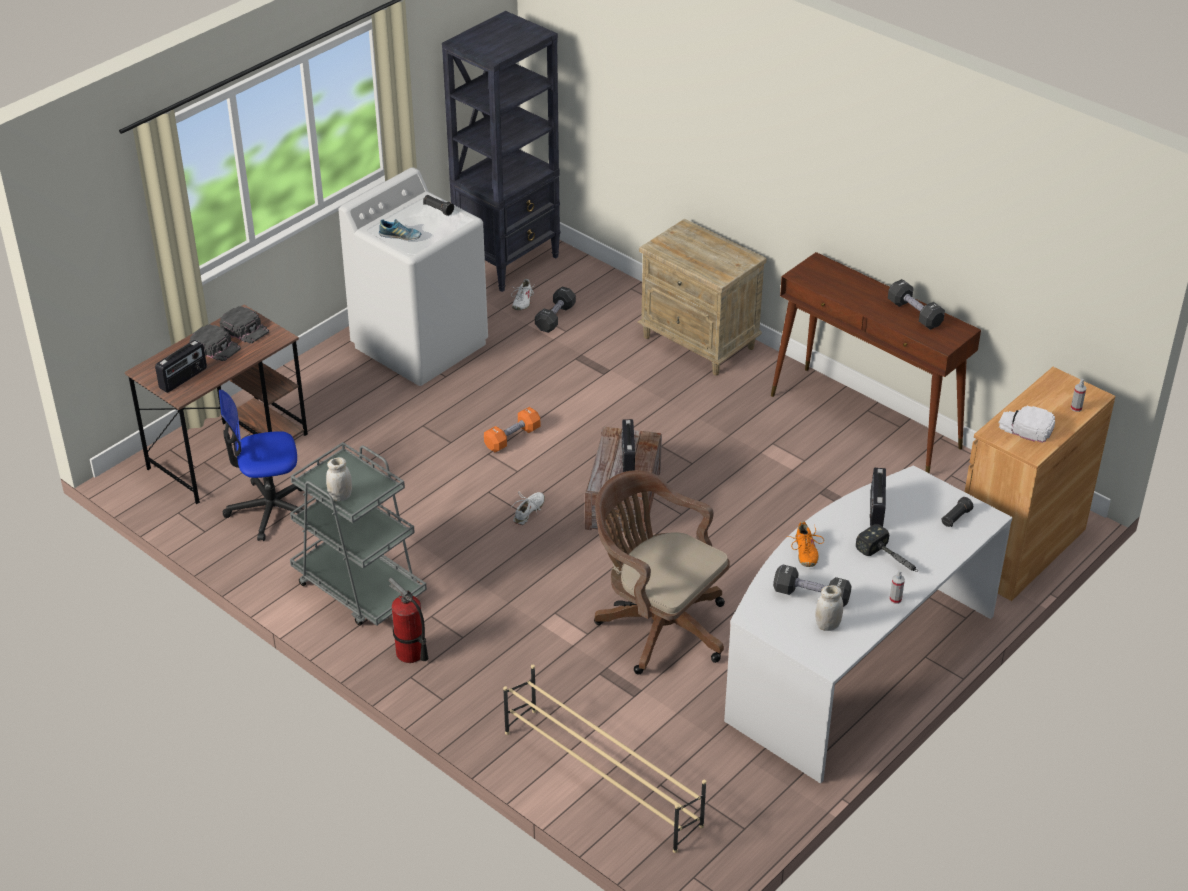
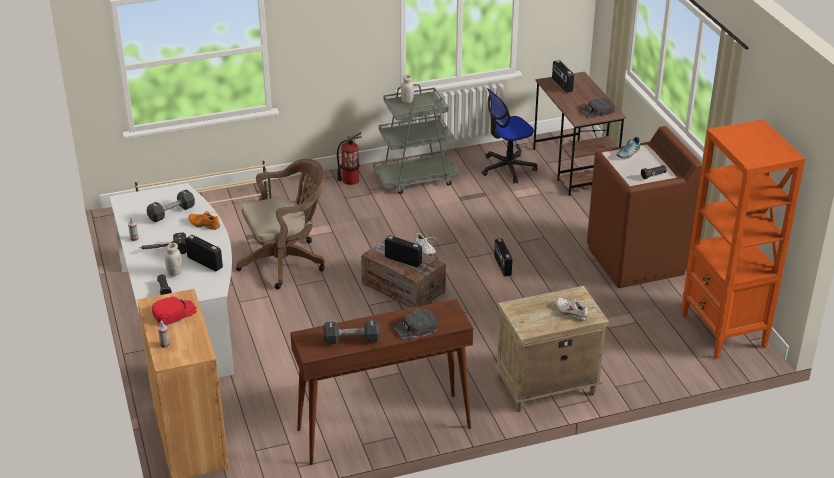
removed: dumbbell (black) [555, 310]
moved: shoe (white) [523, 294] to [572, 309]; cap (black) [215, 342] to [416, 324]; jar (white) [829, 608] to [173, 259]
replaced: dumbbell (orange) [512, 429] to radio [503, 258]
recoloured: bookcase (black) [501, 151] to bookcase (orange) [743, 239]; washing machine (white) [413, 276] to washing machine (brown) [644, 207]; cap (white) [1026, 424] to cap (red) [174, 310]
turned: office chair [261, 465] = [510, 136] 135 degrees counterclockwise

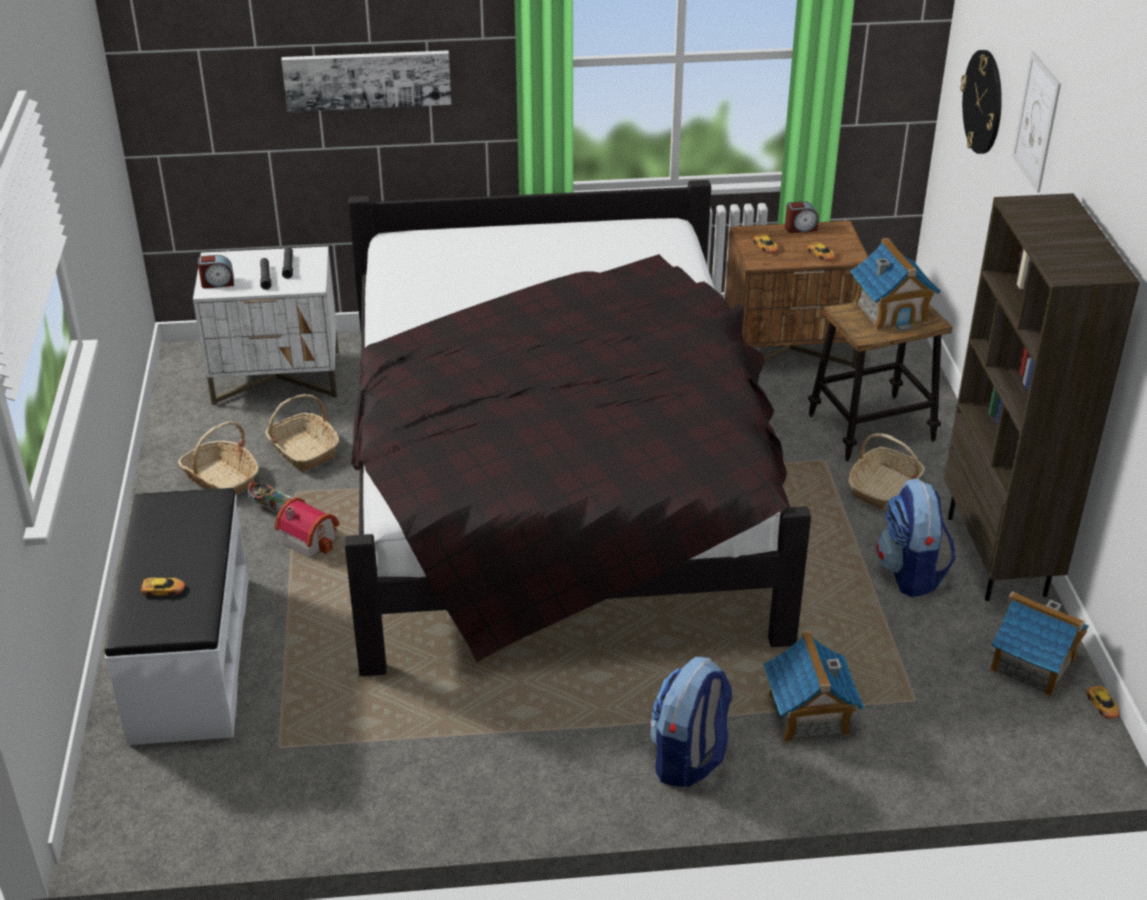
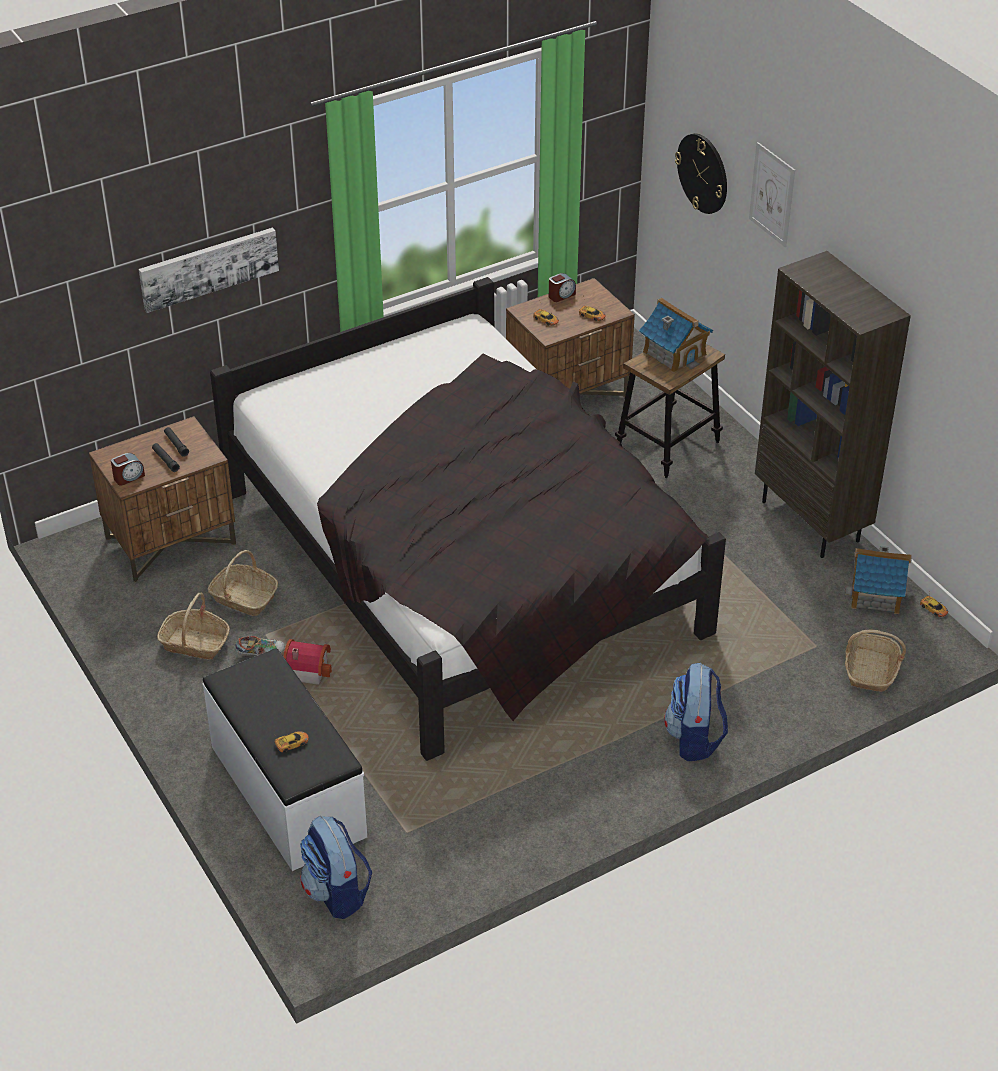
removed: toy house [814, 686]
moved: basket [886, 471] to [875, 660]; backpack [916, 537] to [336, 867]
recoloured: nightstand (white) [266, 326] to nightstand (brown) [162, 499]

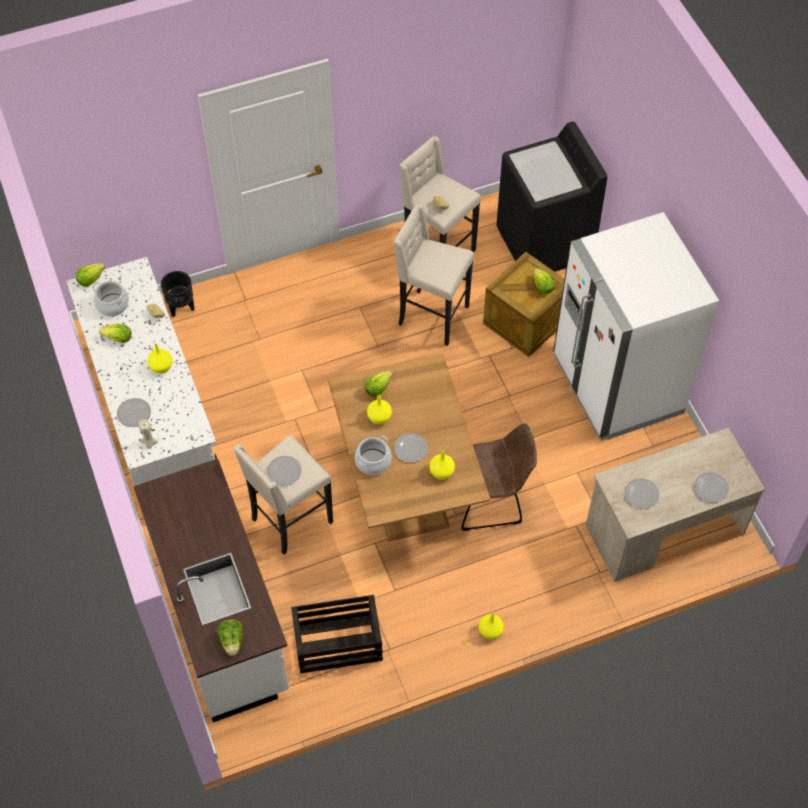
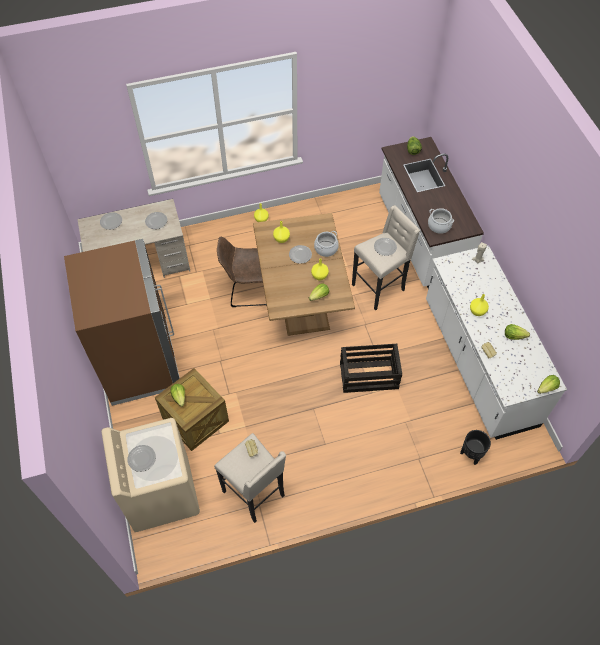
removed: stool (beige) [433, 275]
moved: cooking pot [110, 298] to [441, 221]; plate [134, 412] to [141, 458]; crate [337, 634] to [371, 368]
recoloured: washing machine (black) [552, 196] to washing machine (beige) [151, 475]; fridge (white) [636, 326] to fridge (brown) [122, 322]

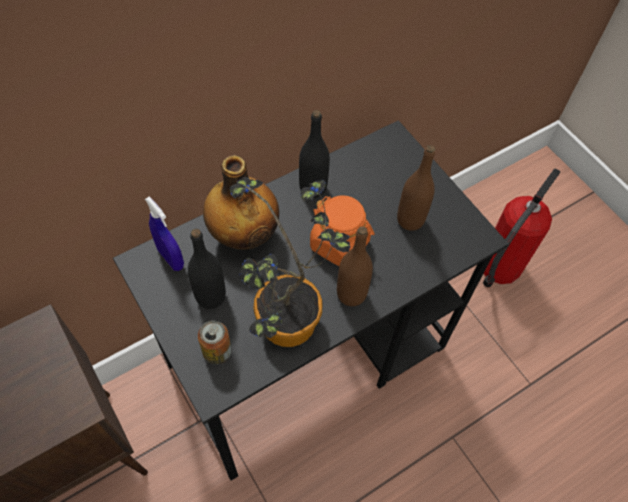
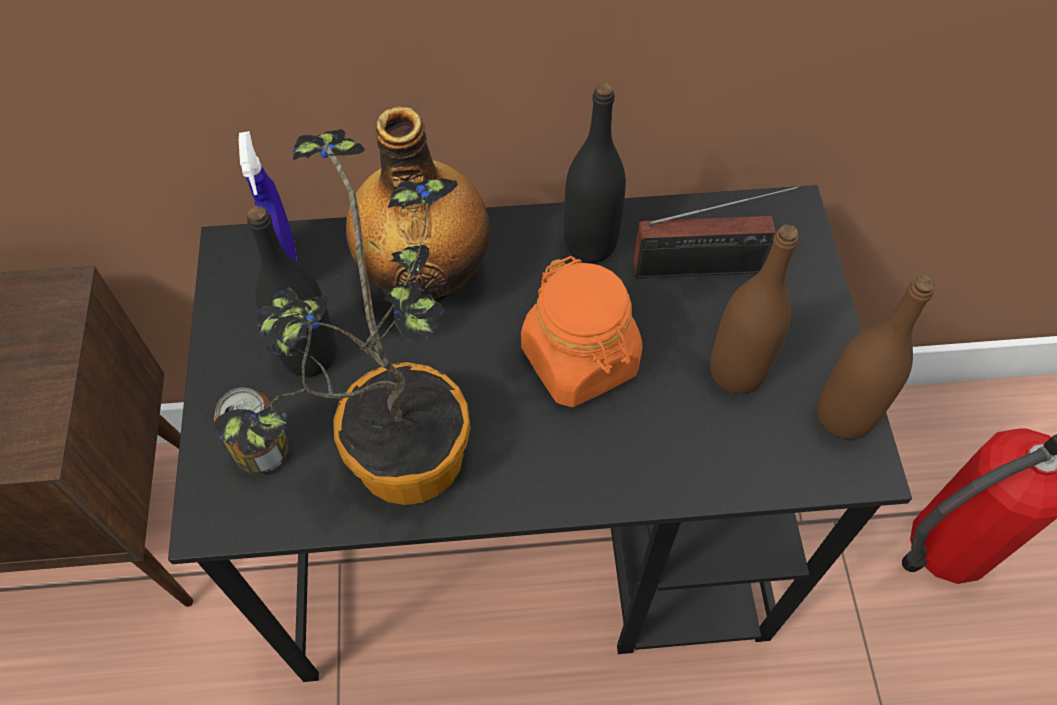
added: radio [717, 231]
moved: bottle (brown) [355, 266] to [875, 357]

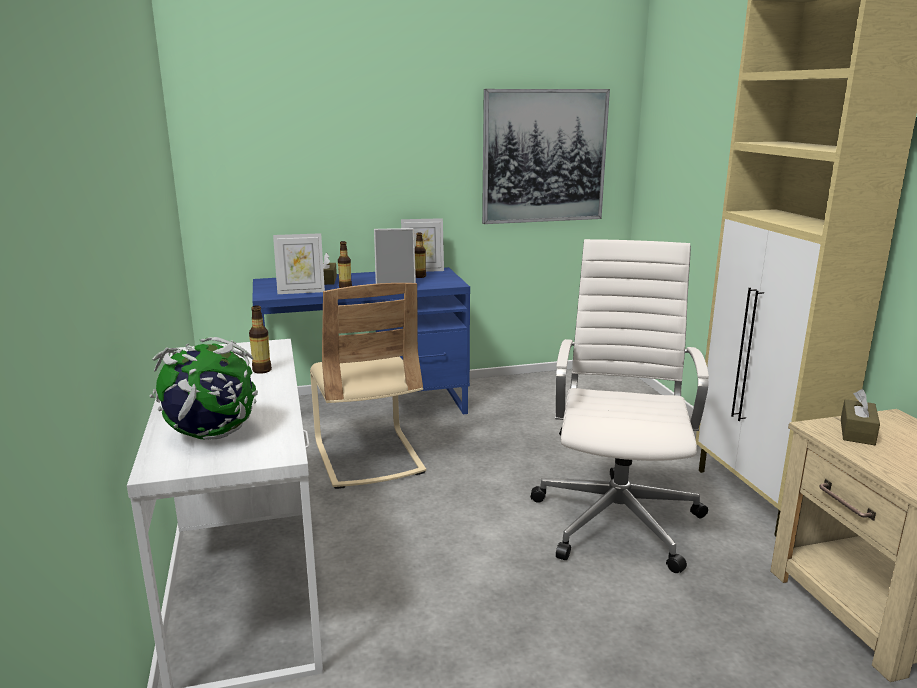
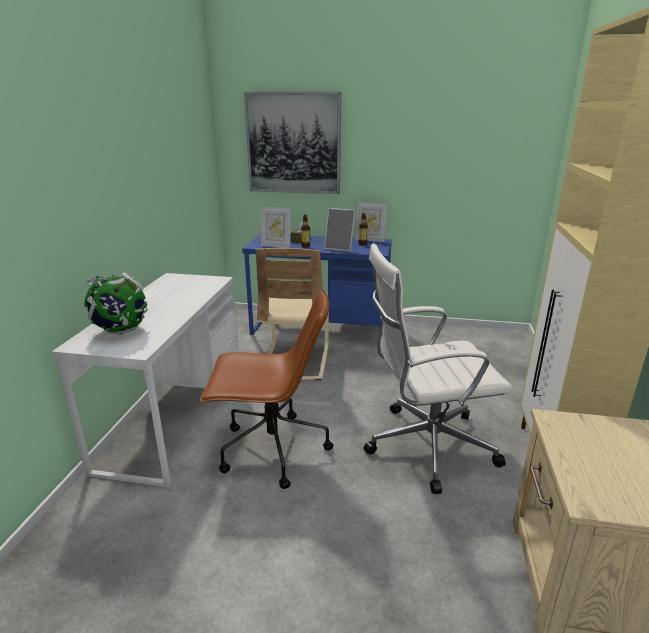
removed: bottle [260, 339]; tissue box (brown) [860, 417]
added: office chair (brown) [266, 389]
moved: picture [546, 156] to [292, 143]
turned: office chair (white) [620, 406] = [438, 368] 135 degrees counterclockwise

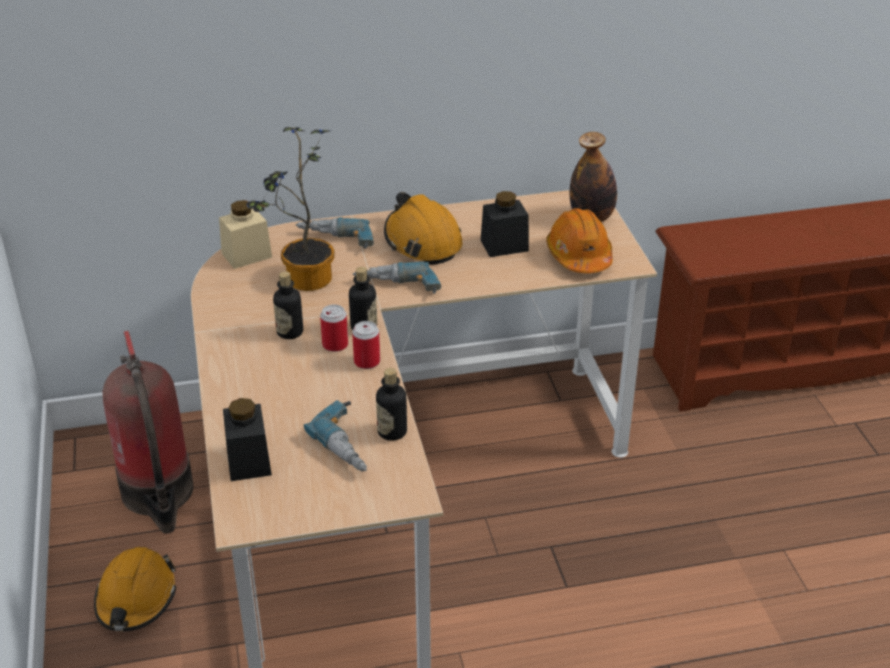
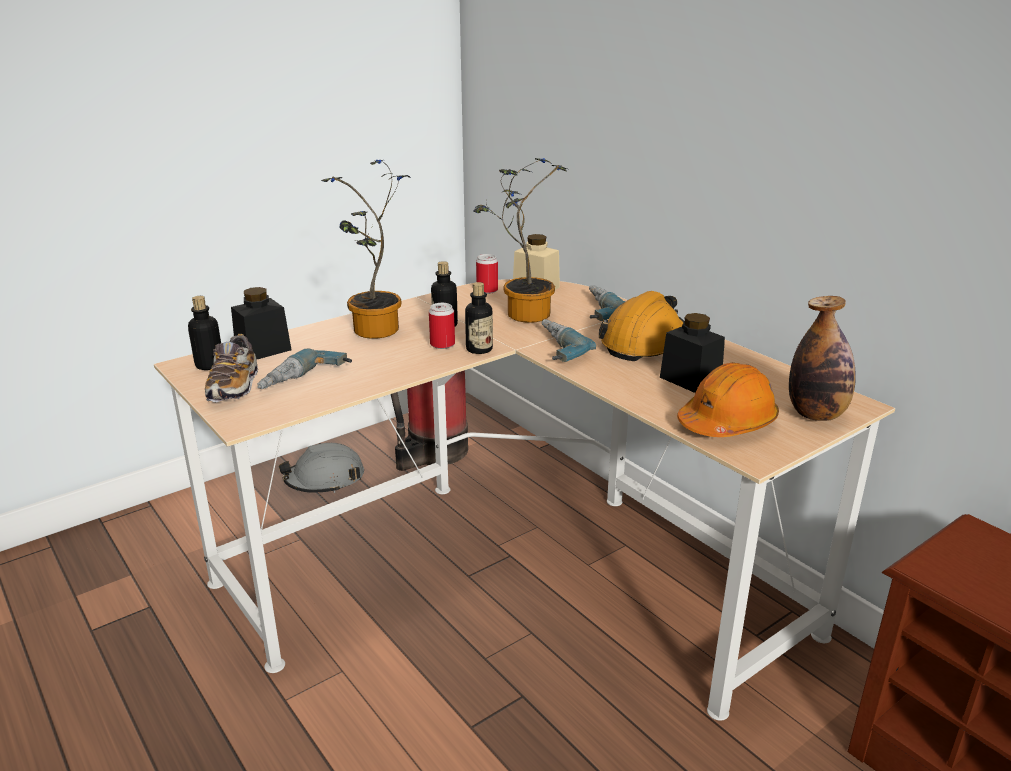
added: potted plant [365, 249]; shoe [231, 368]
moved: can [366, 345] to [487, 274]; bottle [391, 404] to [204, 333]
recoloured: hard hat (orange) [135, 589] to hard hat (grey) [321, 468]

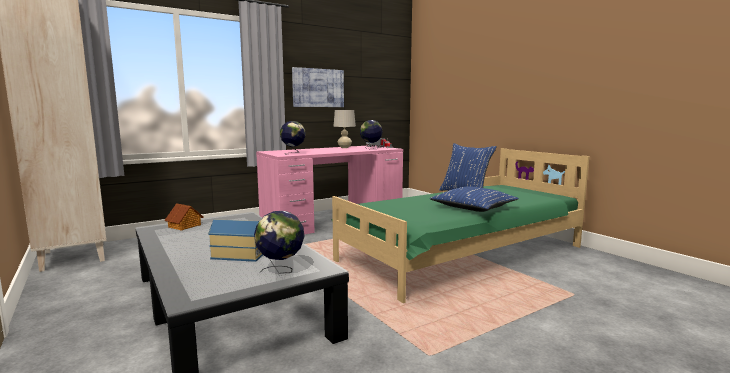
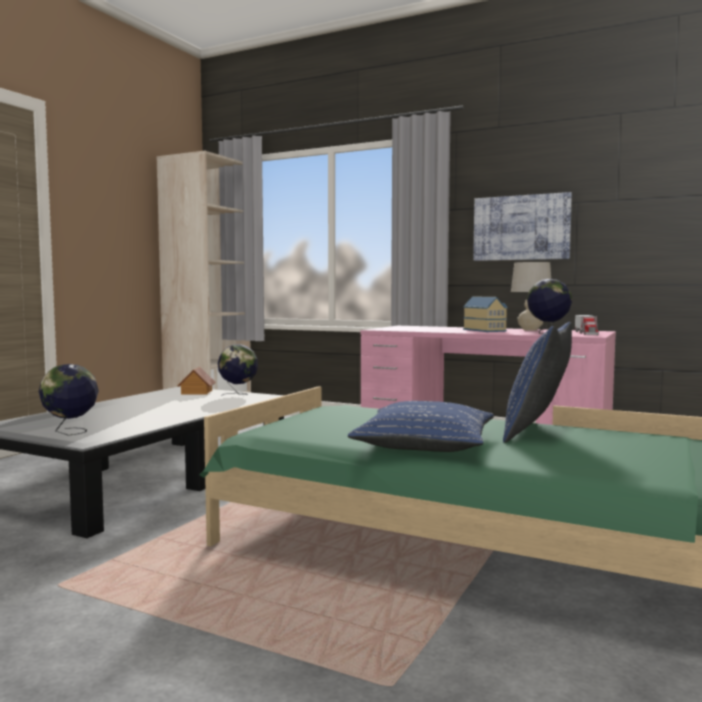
moved: globe [292, 138] to [238, 370]; toy house [235, 240] to [485, 314]

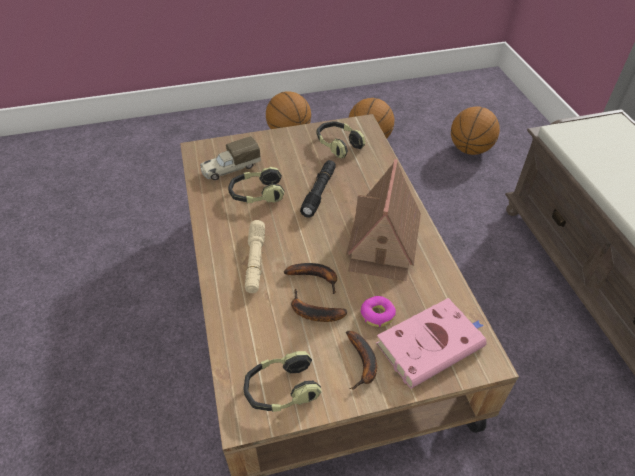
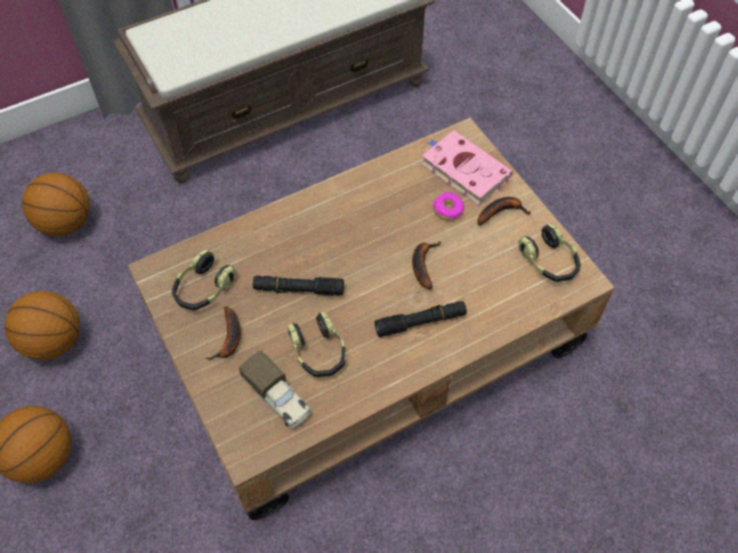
removed: toy house [383, 220]
moved: banana [319, 305] to [223, 333]
recoloured: flashlight (beige) [255, 256] to flashlight (black) [421, 319]

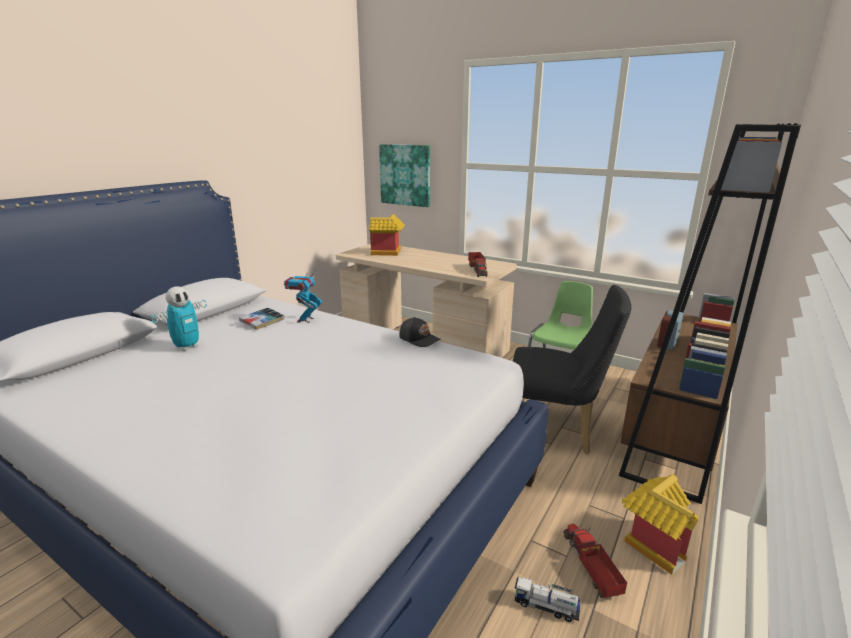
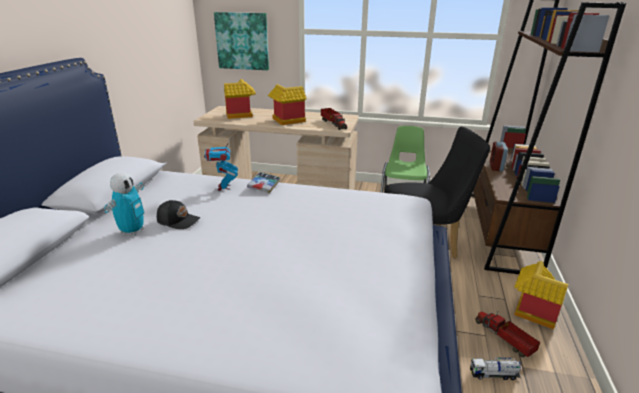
added: toy house [287, 104]
moved: book [262, 319] to [264, 182]; cap (black) [420, 332] to [178, 214]

